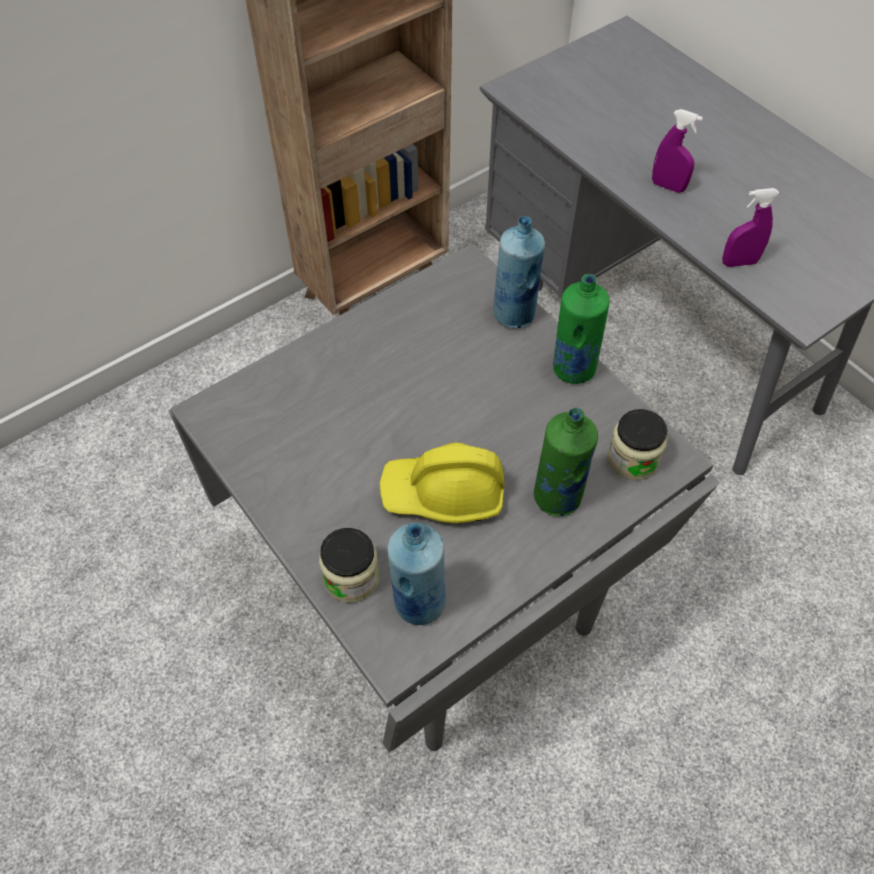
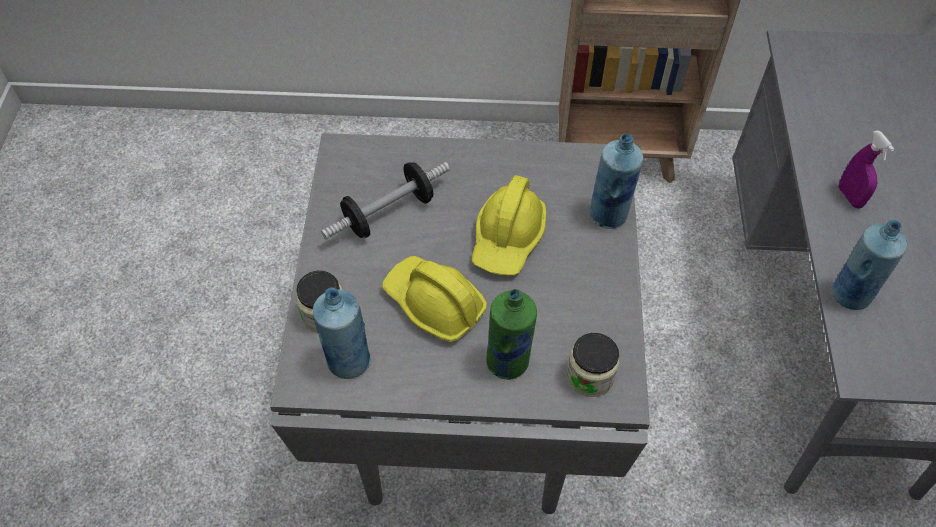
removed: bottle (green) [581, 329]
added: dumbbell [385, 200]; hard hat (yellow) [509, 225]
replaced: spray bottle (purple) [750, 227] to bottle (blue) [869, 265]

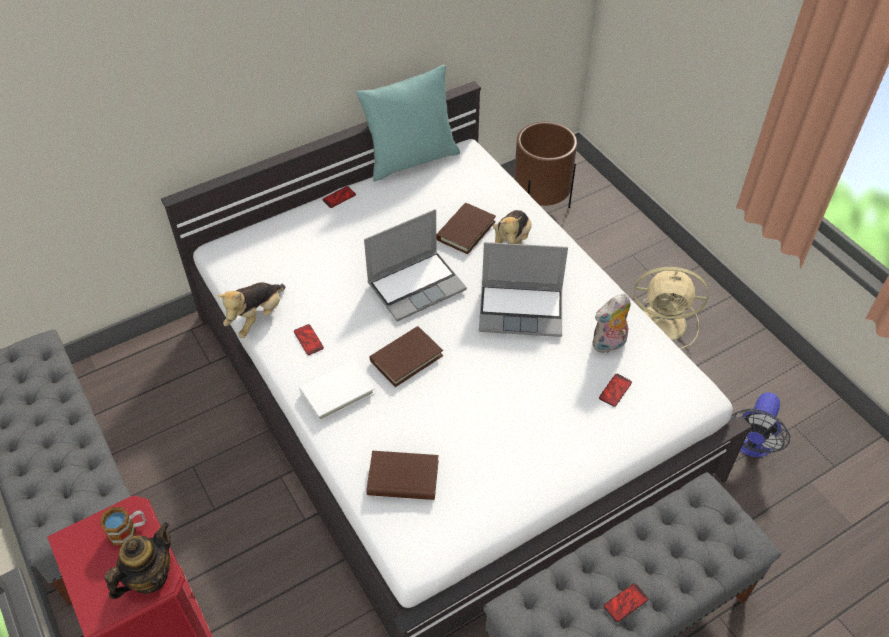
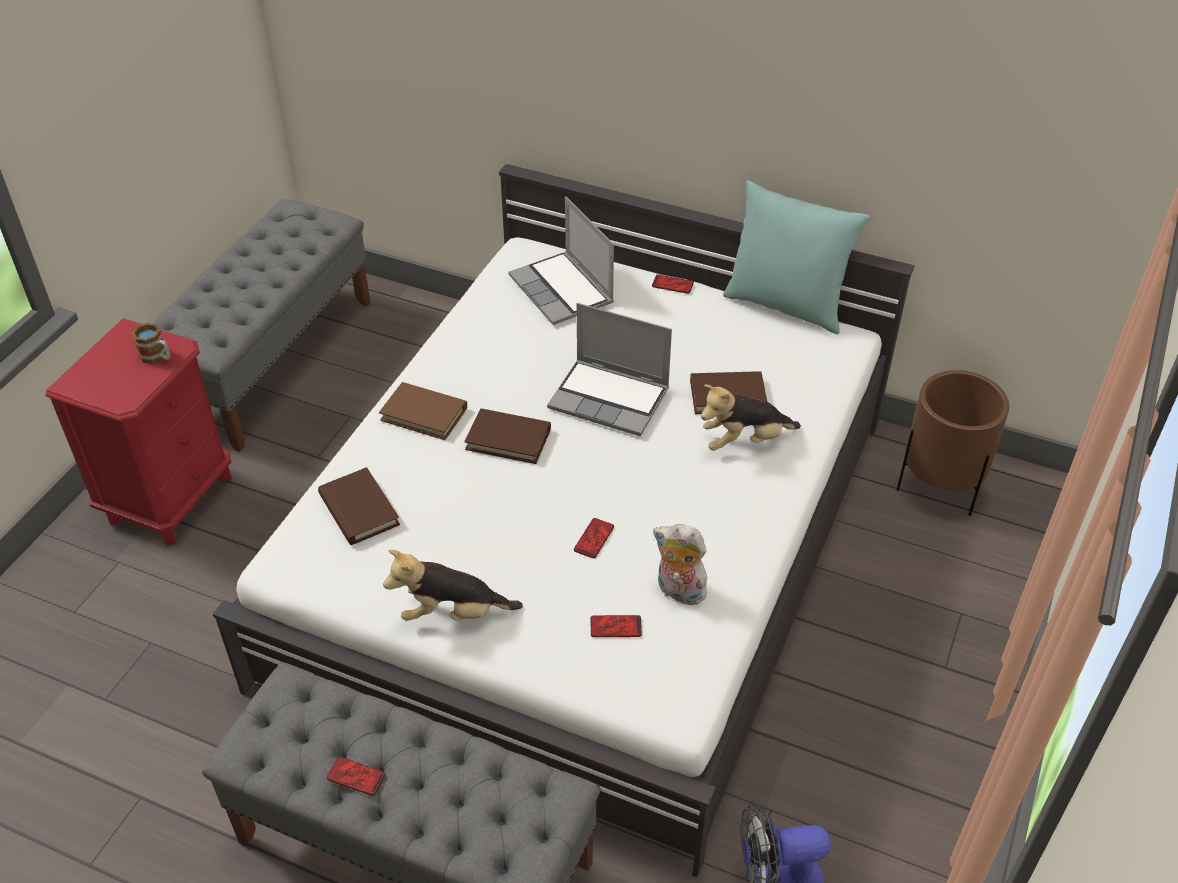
removed: fan (beige) [671, 308]; teapot [137, 560]
moved: laptop [523, 289] to [561, 260]; plush toy [251, 310] to [453, 585]; phone [309, 339] to [594, 538]
recoloured: book (white) [337, 391] to book (brown) [423, 411]

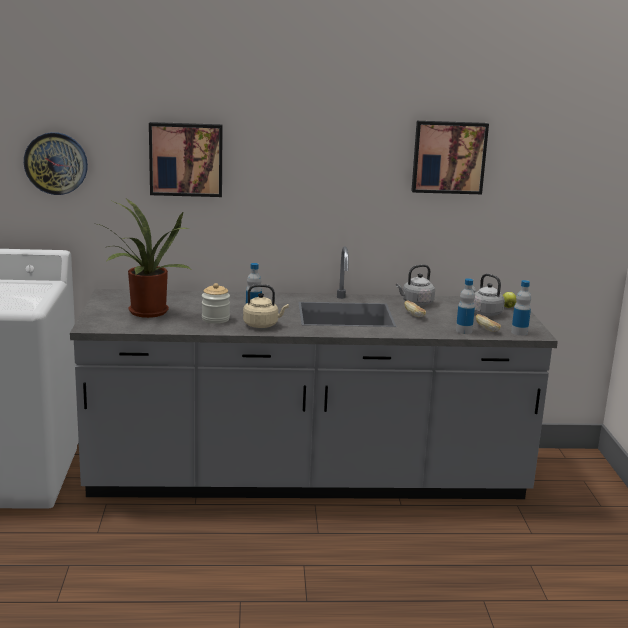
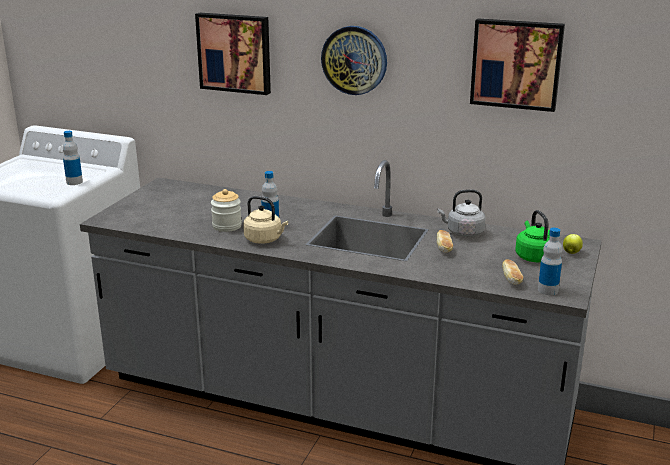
removed: potted plant [144, 258]
moved: wall clock [56, 163] to [354, 60]; bottle [465, 306] to [72, 158]
recoloured: kettle (grey) [488, 294] to kettle (green) [532, 236]

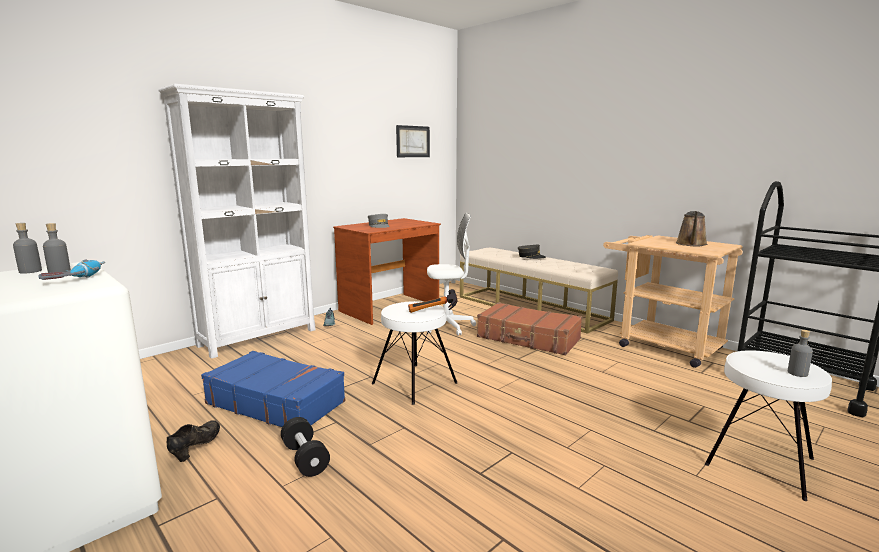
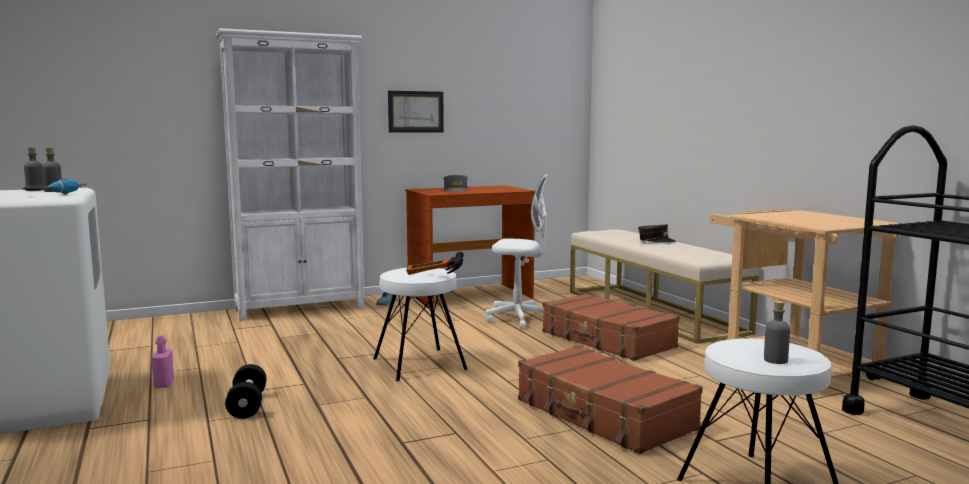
removed: watering can (brown) [692, 228]; suitcase (blue) [273, 389]
added: suitcase (brown) [610, 399]
moved: picture [413, 141] to [416, 112]
replaced: shoe (black) [193, 441] to bottle (pink) [162, 361]

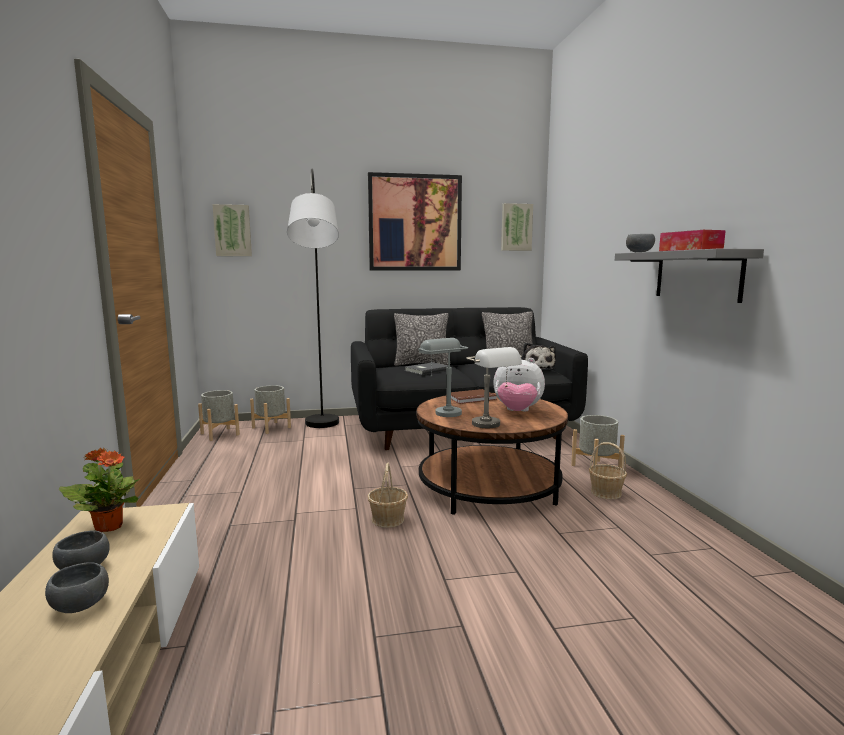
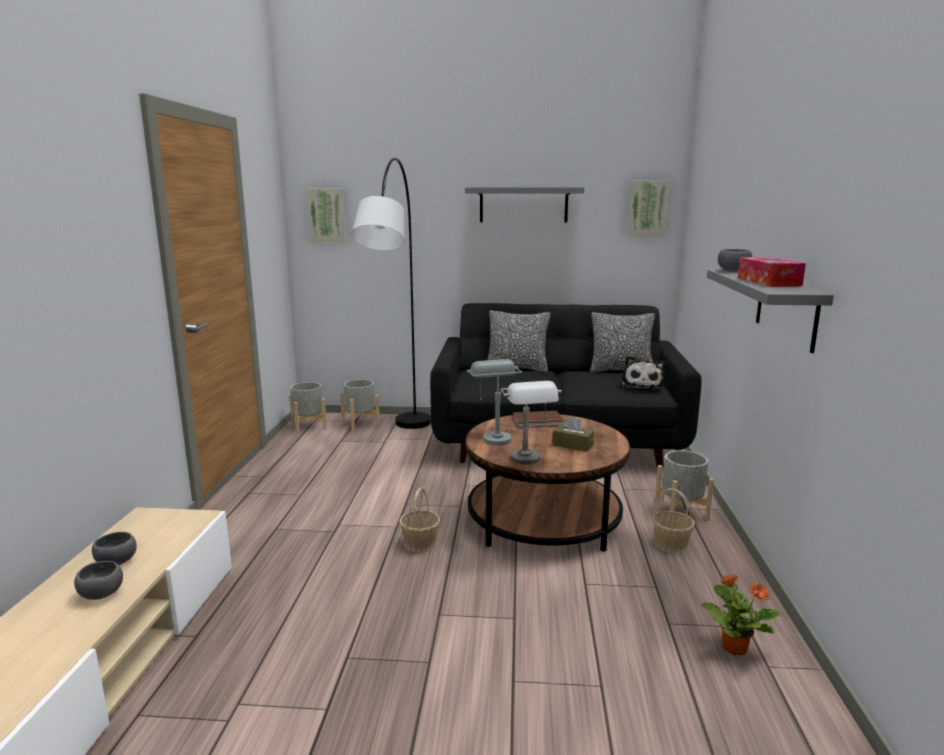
removed: book (grey) [427, 368]
moved: potted plant [99, 490] to [741, 614]
replaced: picture [415, 221] to shelf (grey) [524, 205]; plush toy [519, 384] to tissue box (brown) [573, 434]

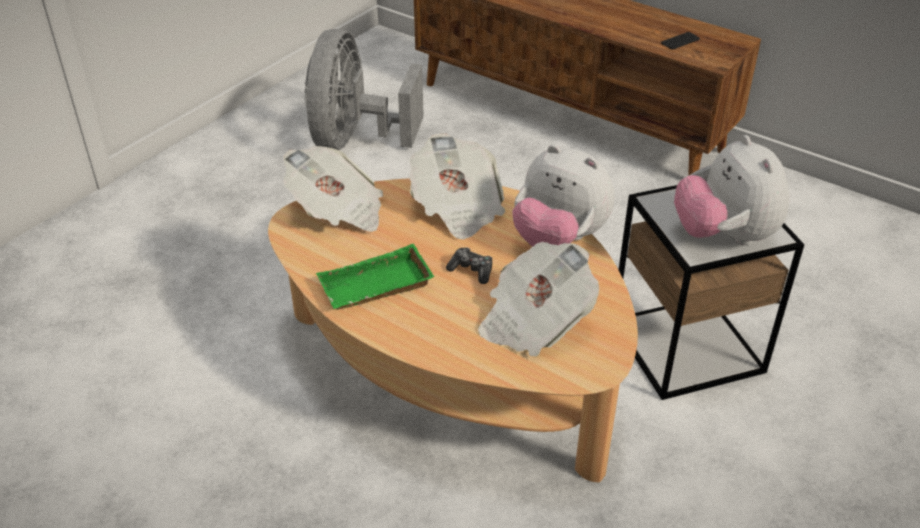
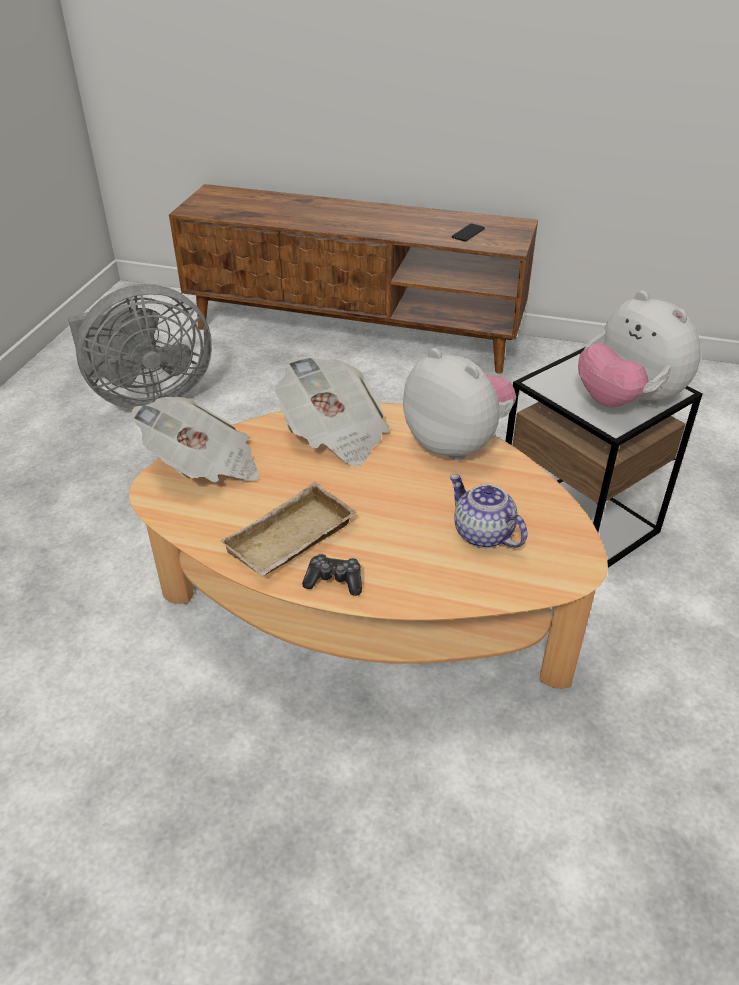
moved: game controller [469, 266] to [332, 575]
replaced: newspaper [538, 299] to teapot [488, 511]
recoloured: tray (green) [375, 277] to tray (beige) [288, 529]
turned: fan (grey) [364, 89] = [139, 347] 105 degrees counterclockwise; plush toy [563, 195] = [459, 404] 150 degrees counterclockwise

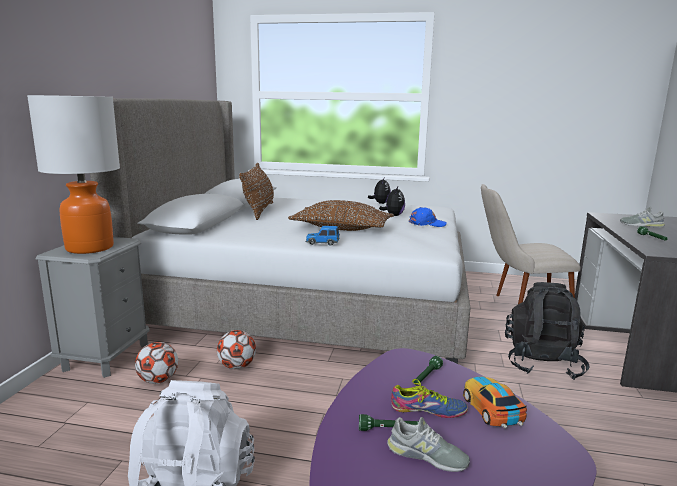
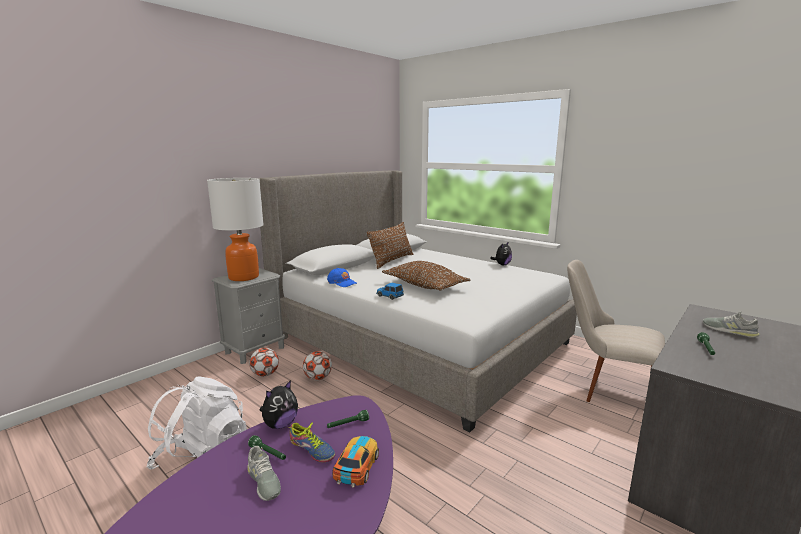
removed: backpack (black) [547, 331]
moved: plush toy [392, 201] to [279, 404]; cap (blue) [428, 217] to [342, 277]

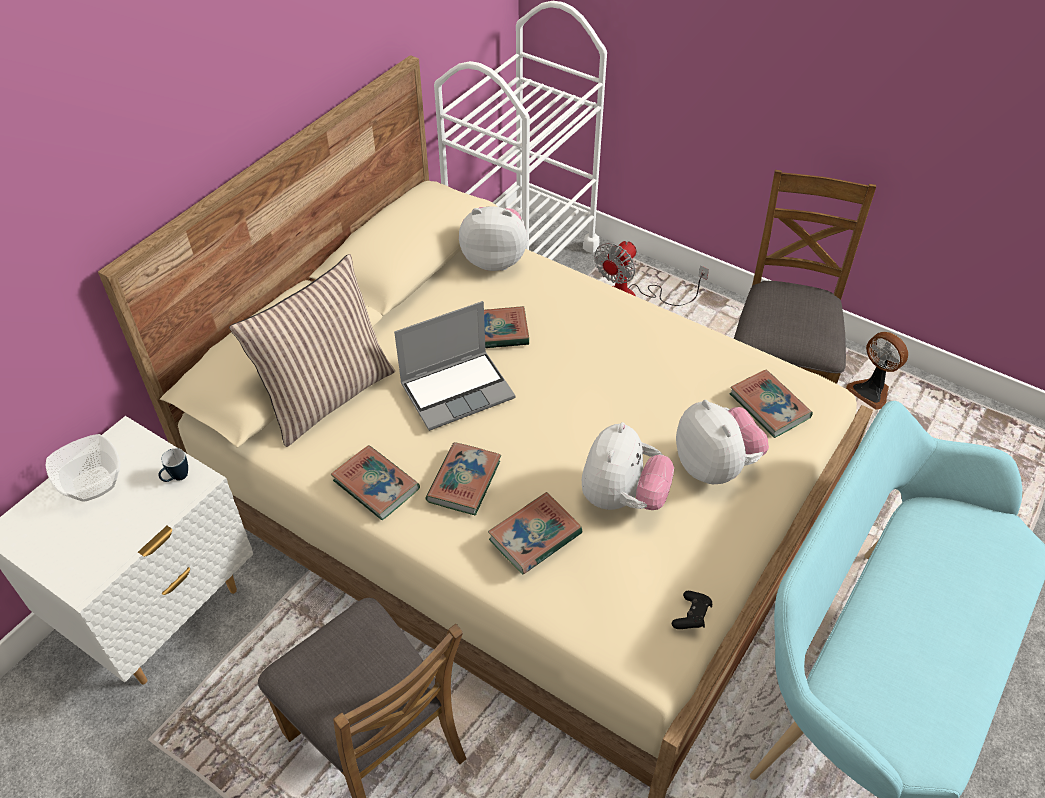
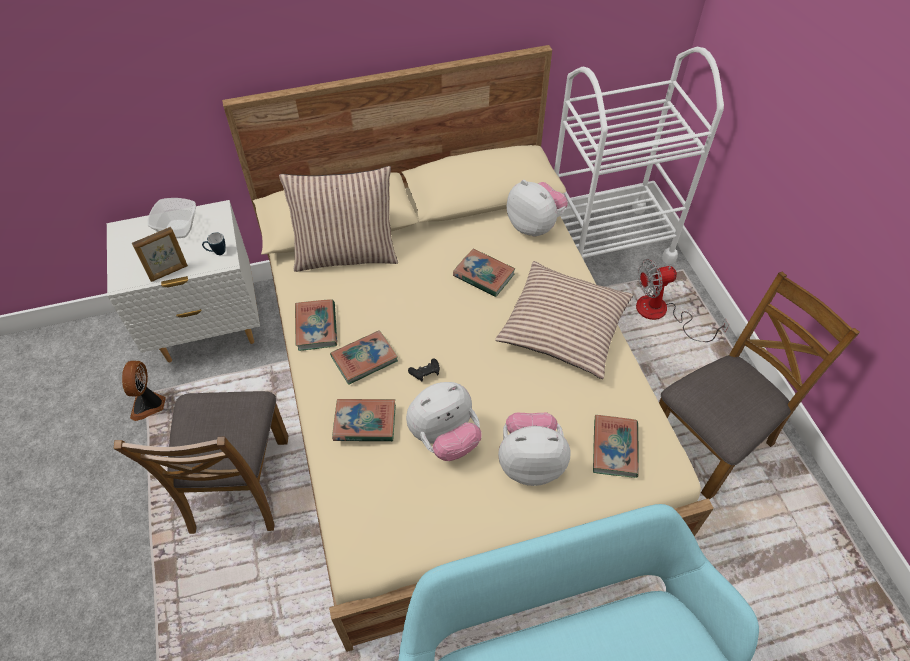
removed: laptop [454, 366]
added: picture frame [160, 254]; pillow [564, 320]
moved: fan [877, 371] to [144, 391]; game controller (black) [692, 610] to [424, 370]
turned: plush toy [722, 442] = [534, 449] 105 degrees counterclockwise

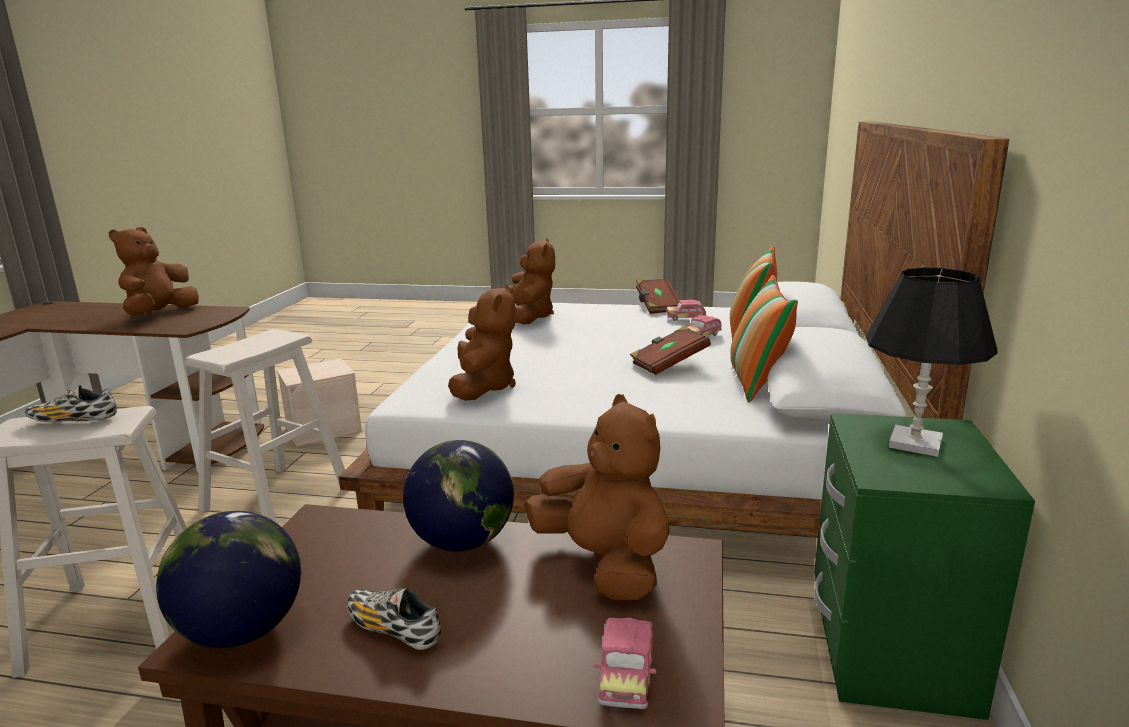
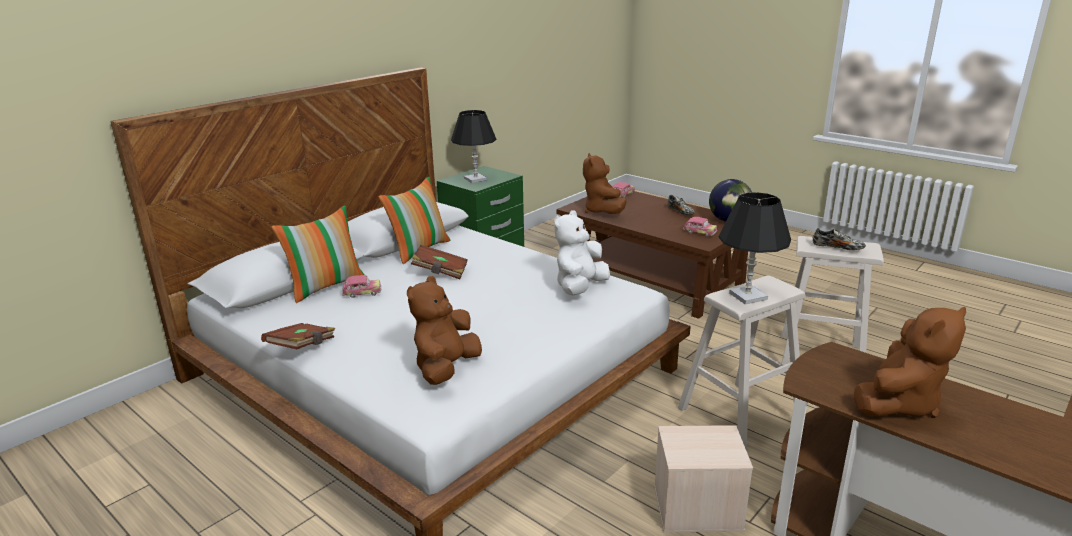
removed: globe [458, 496]
added: table lamp (black) [754, 248]
moved: toy car [686, 310] to [700, 227]
recoloured: plush toy (brown) [482, 342] to plush toy (white) [582, 253]

